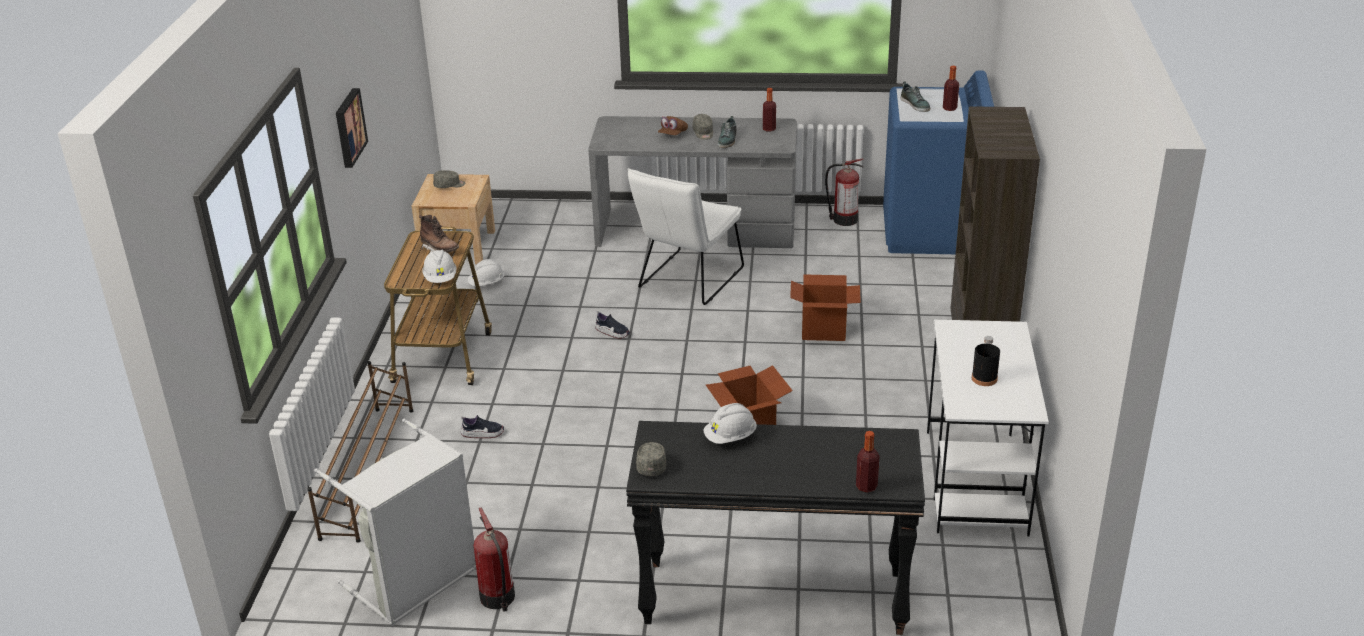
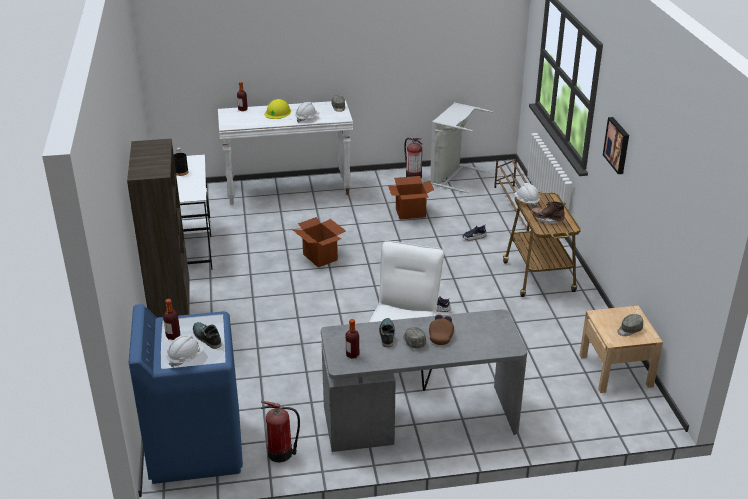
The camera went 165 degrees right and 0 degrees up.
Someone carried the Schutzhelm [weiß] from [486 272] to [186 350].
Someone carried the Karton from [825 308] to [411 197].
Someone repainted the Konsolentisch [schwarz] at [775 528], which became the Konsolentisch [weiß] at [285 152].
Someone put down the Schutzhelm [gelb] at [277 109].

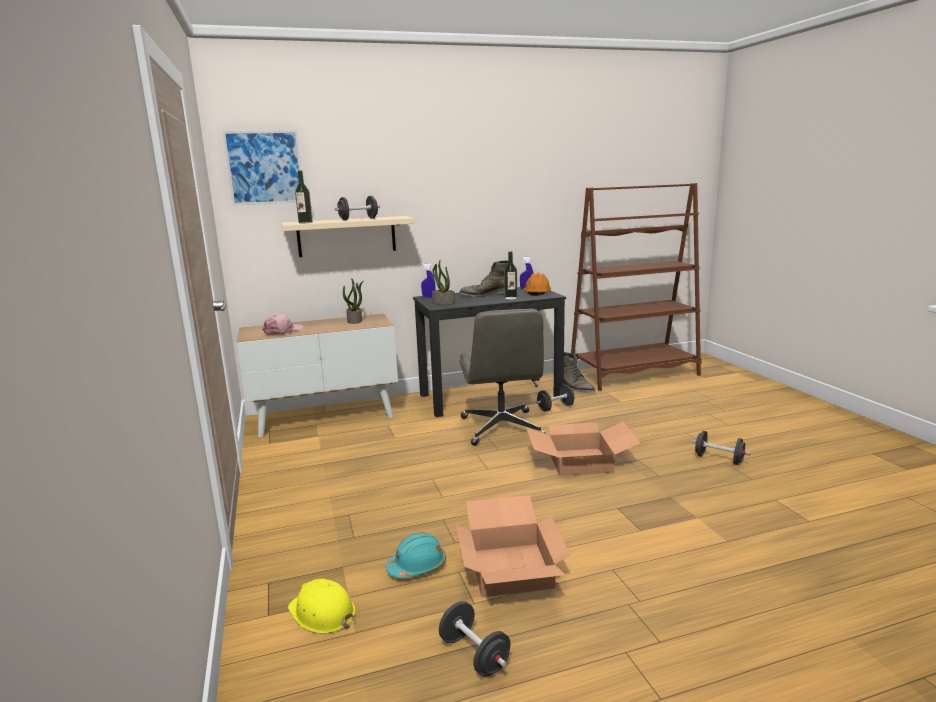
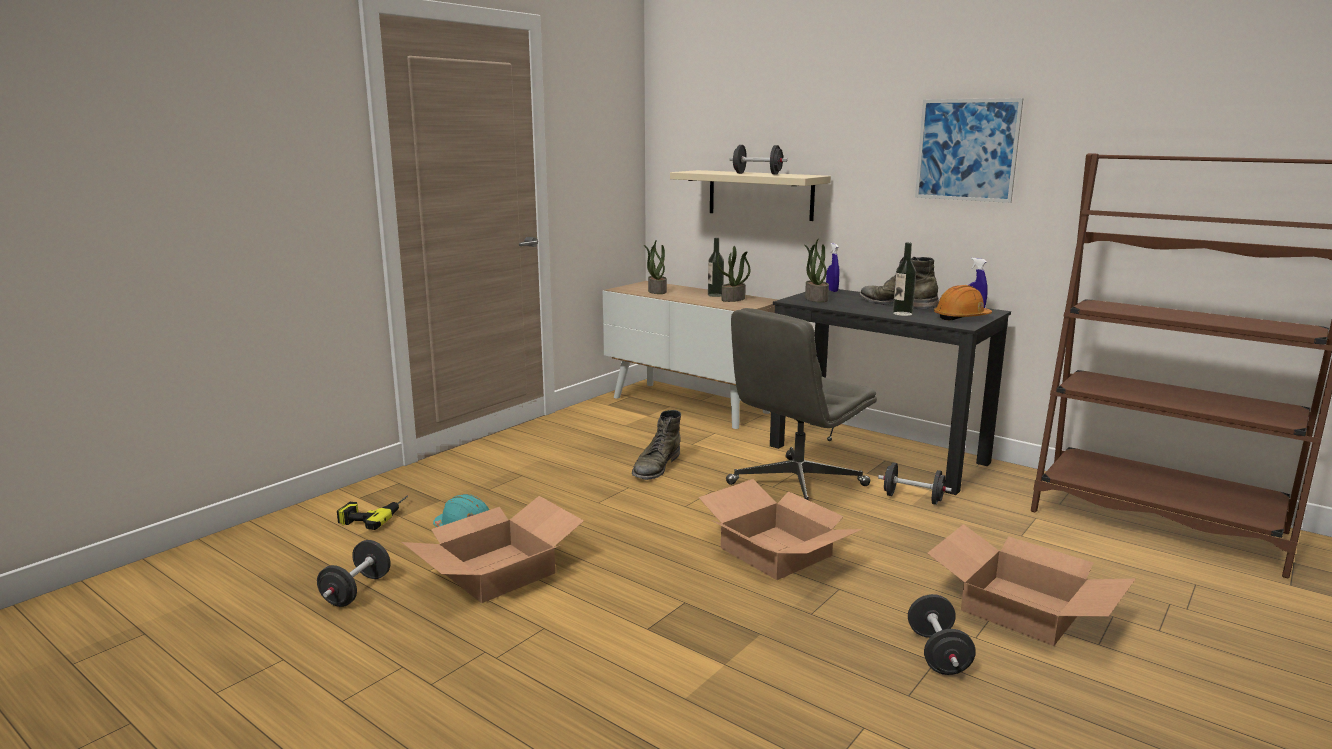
The camera went 55 degrees right and 0 degrees up.
Someone carried the Bild from [262 168] to [969 150].
Someone carried the Flasche from [304 197] to [716 267].
Someone swapped the Kappe [rosa] at [283 324] for the Topfpflanze at [655 267].
Someone carried the Stiefel [grün] from [579 372] to [656 445].
Someone swapped the Schutzhelm [gelb] at [321 606] for the Bohrmaschine at [372 512].
Someone put down the Karton at [1031 585].

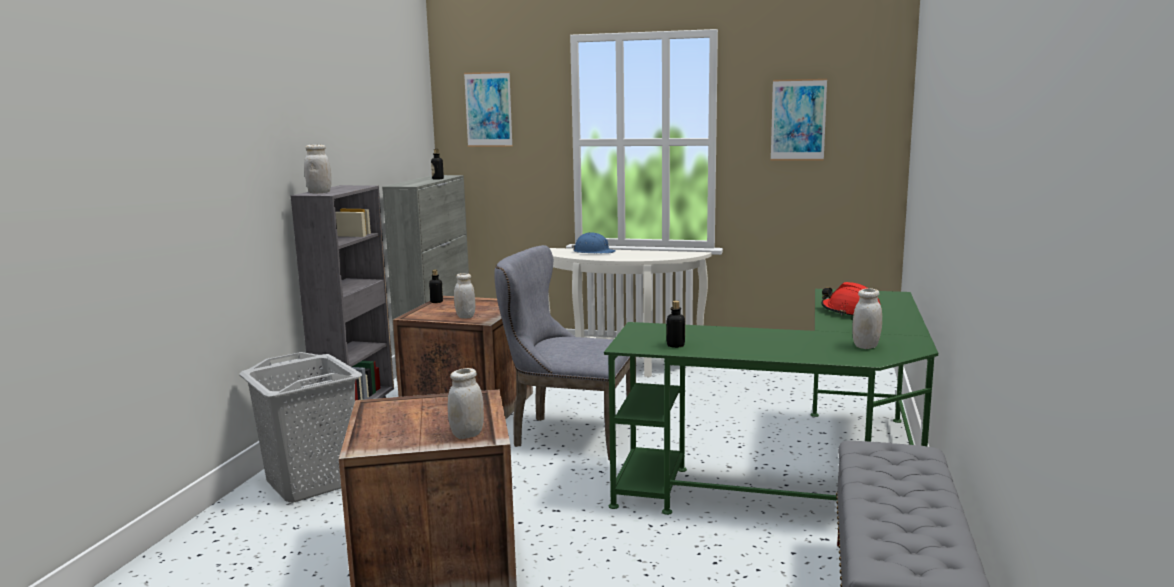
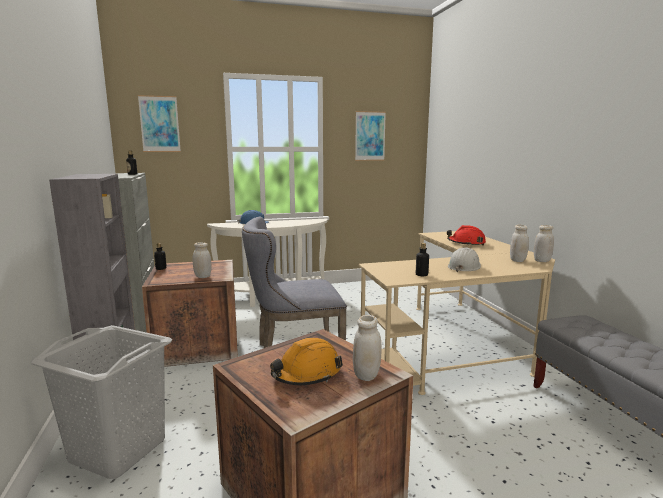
The camera went 30 degrees left and 0 degrees up.
Someone carried the Vorratsglas [weiß] from [318 169] to [544 243].
Someone repainted the Schreibtisch [grün] at [771 402], which became the Schreibtisch [beige] at [457 313].
Someone put down the Schutzhelm [weiß] at [464 259].
Someone put down the Schutzhelm [orange] at [306 361].

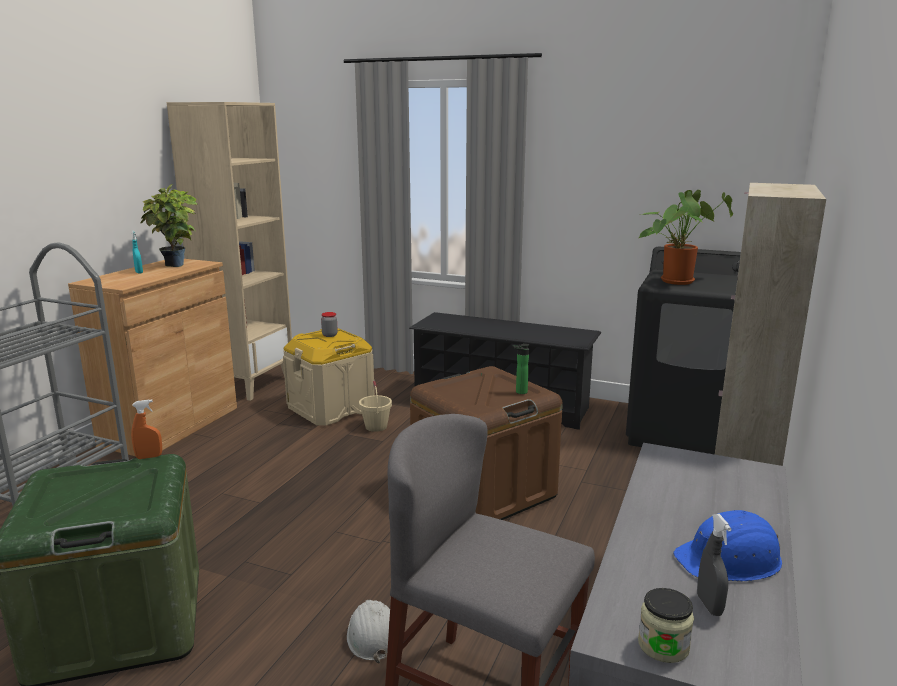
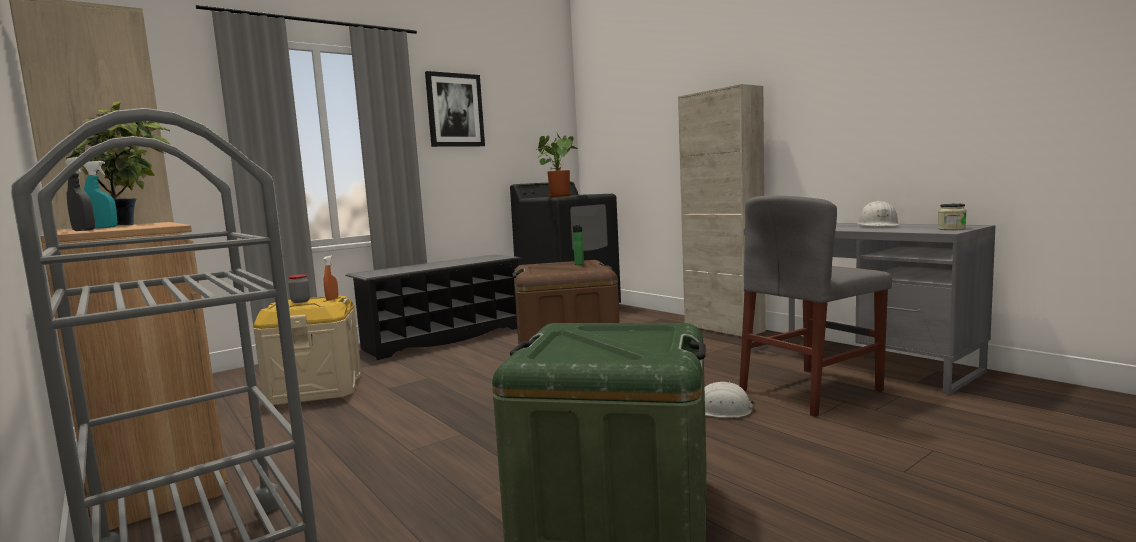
The camera went 60 degrees left and 10 degrees down.
Someone took away the Eimer [beige] at [375 406].
Someone carried the Sprühflasche [orange] from [146 429] to [331 278].
Someone repainted the Schutzhelm [blau] at [727 546], which became the Schutzhelm [weiß] at [878 213].
Someone carried the Sprühflasche [grau] from [714 565] to [80 194].
Someone put up the Bild at [455 109].

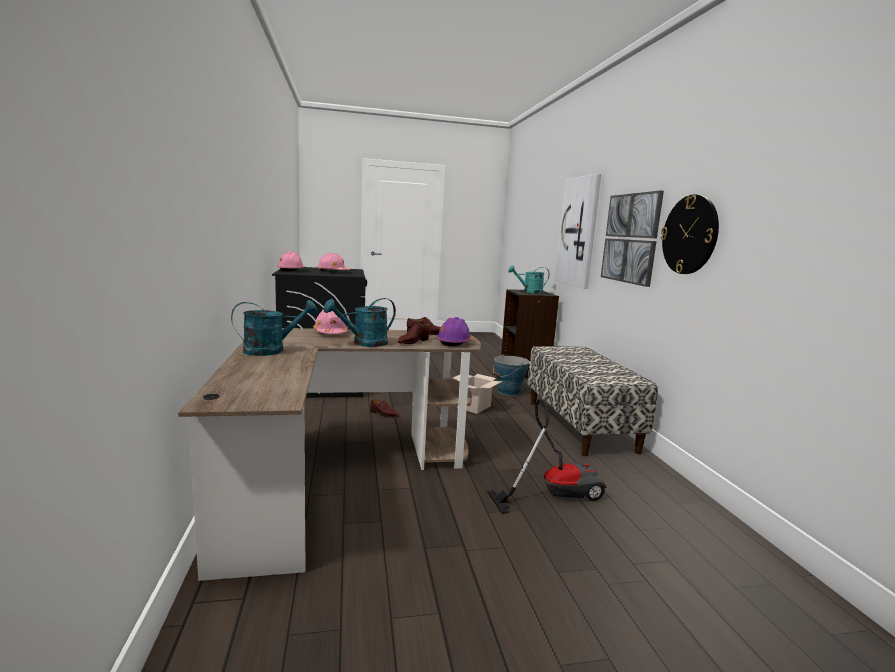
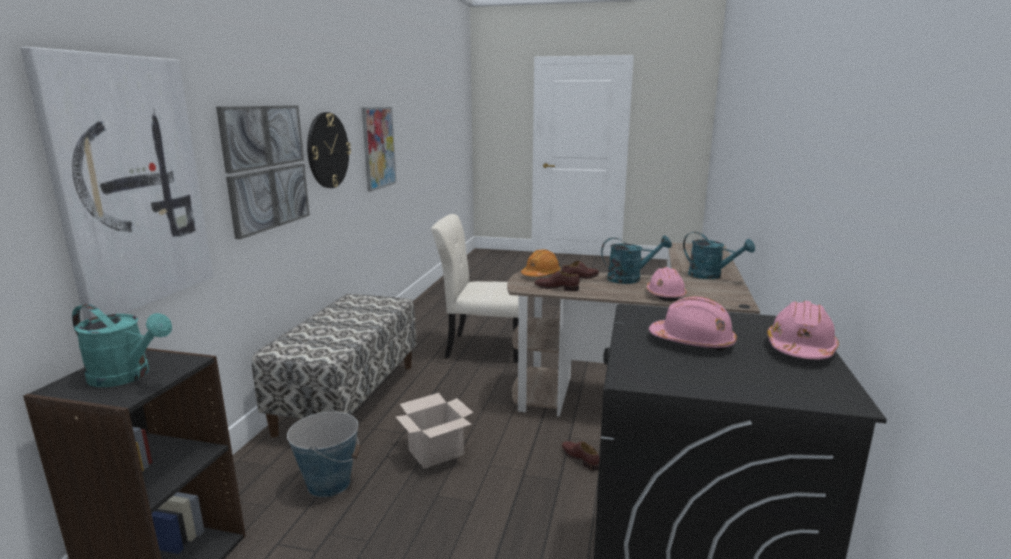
The camera went 155 degrees left and 5 degrees up.
Someone rotated the Gießkanne [türkis] at [274 328] by 135 degrees counterclockwise.
Someone repainted the Schutzhelm [lila] at [454 332], which became the Schutzhelm [orange] at [541 263].
Someone swapped the Staubsauger at [547 456] for the Stuhl [beige] at [475 288].
Someone put up the Bild at [379 149].

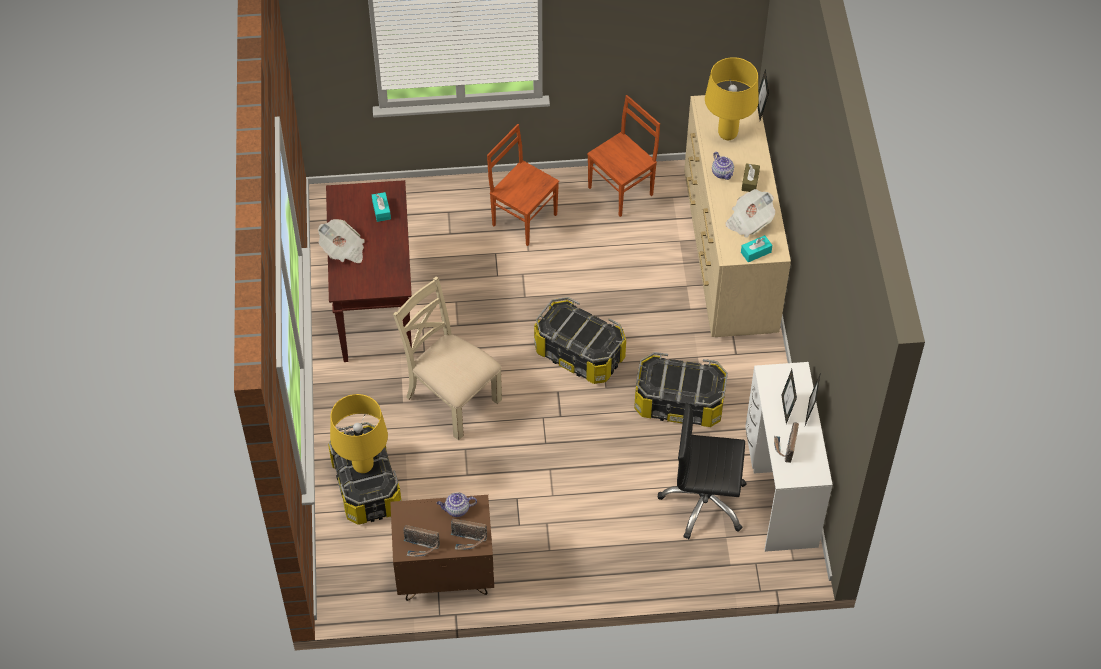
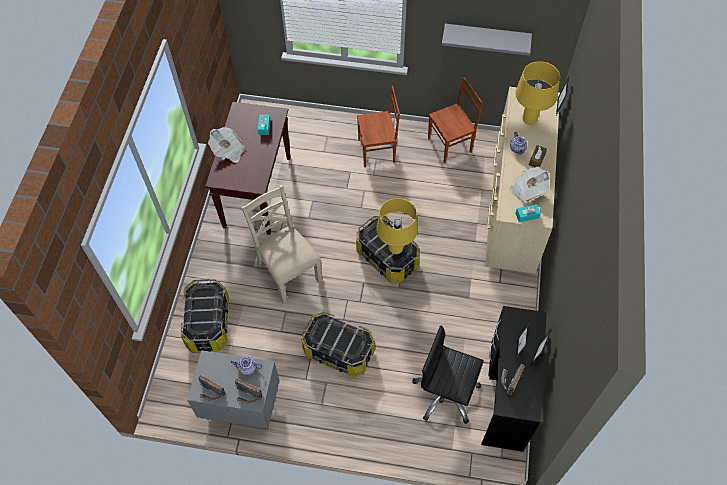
The camera went 15 degrees right and 5 degrees up.
Someone rotated the Stuhl [braun] at [523 185] by 120 degrees clockwise.
Someone carried the Aufbewahrungsbox from [681 389] to [338 344].
Someone repainted the Schreibtisch [weiß] at [789 457], which became the Schreibtisch [schwarz] at [514 379].
Someone carried the Tischlampe [gelb] from [359 433] to [397 226].
Someone repainted the Nachttisch [braun] at [442 548], which became the Nachttisch [grau] at [233 389].
Someone put up the Wandregal [grau] at [487 40].

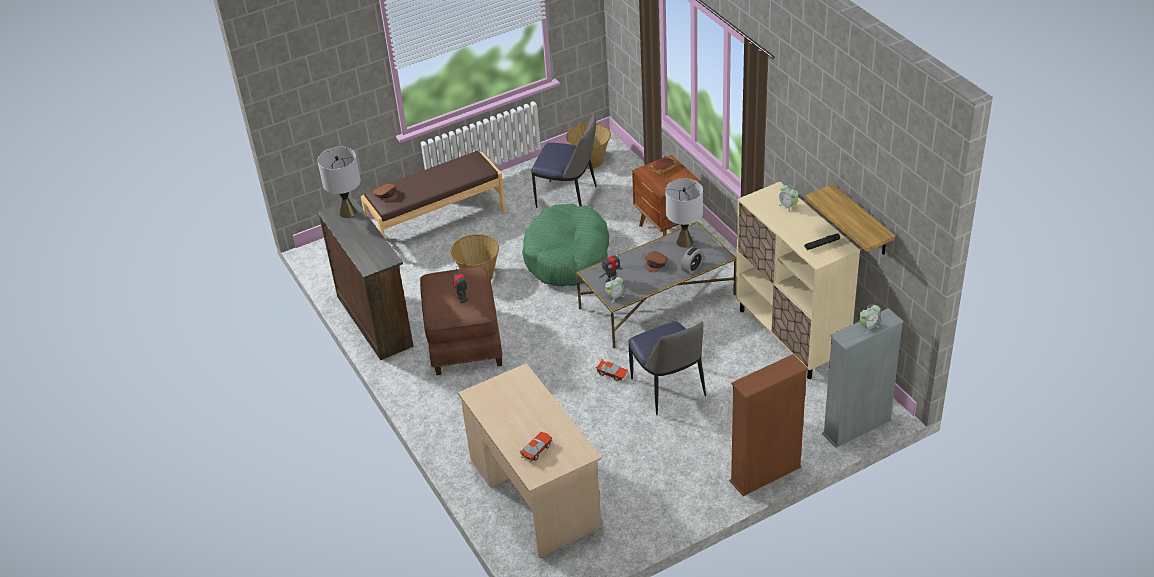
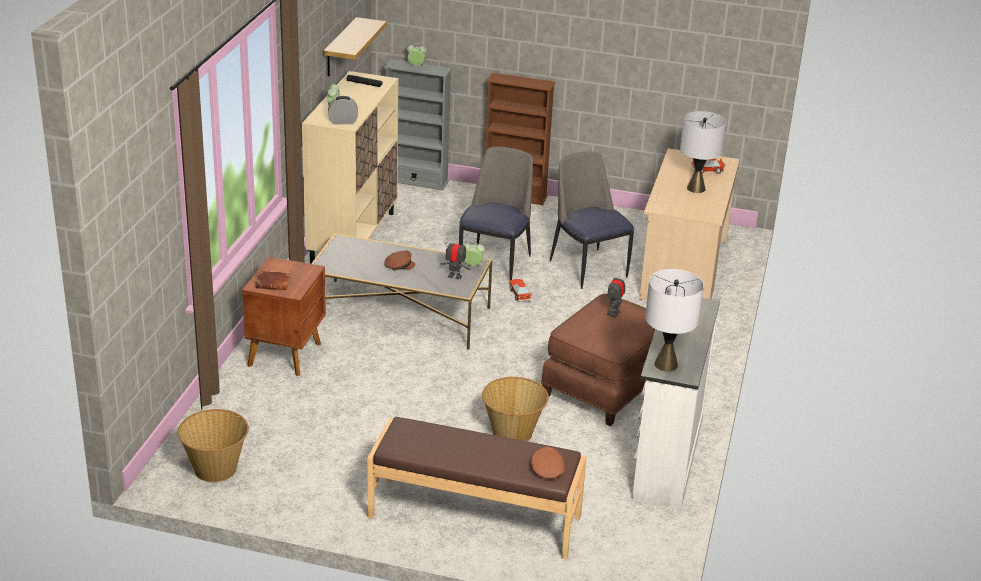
The camera went 140 degrees left and 10 degrees down.
Someone carried the Stuhl from [564 162] to [592 220].
Someone carried the Tischlampe [grau] from [684 213] to [703 152].
Someone repainted the Kommode [braun] at [365 279], which became the Kommode [weiß] at [676 404].
Someone took away the Hundebett [grün] at [565 245].
Someone carried the Wecker from [692 260] to [343 110].

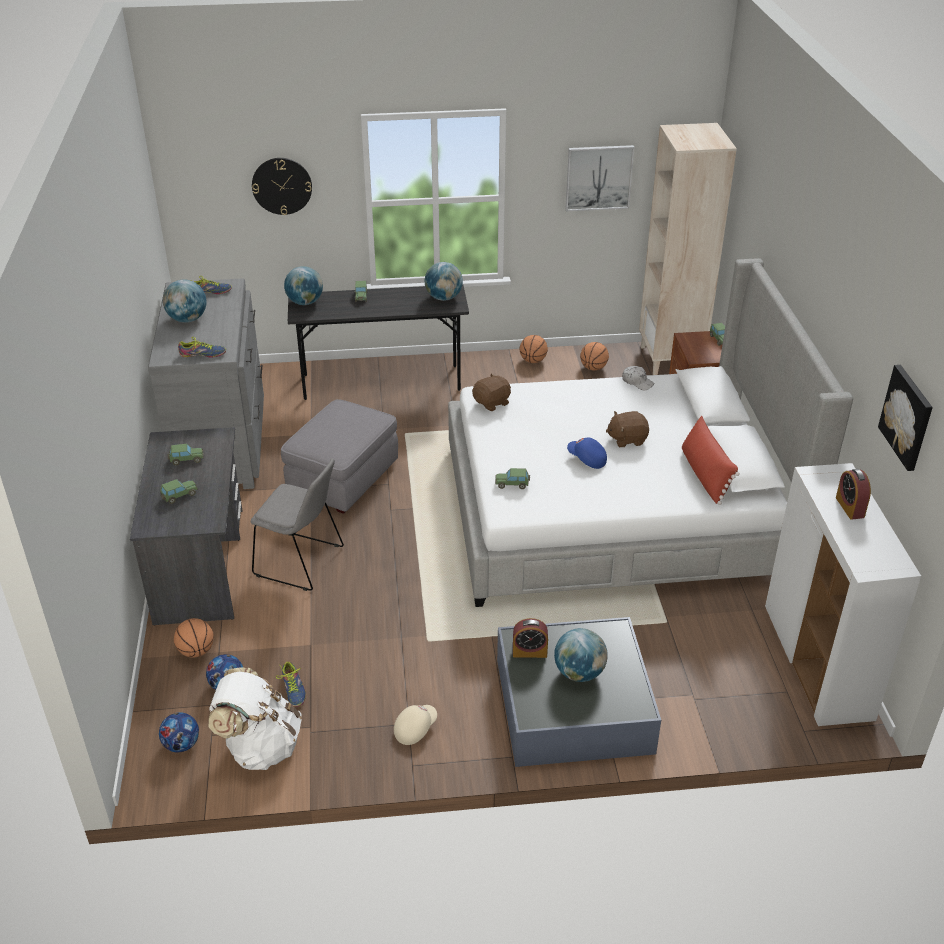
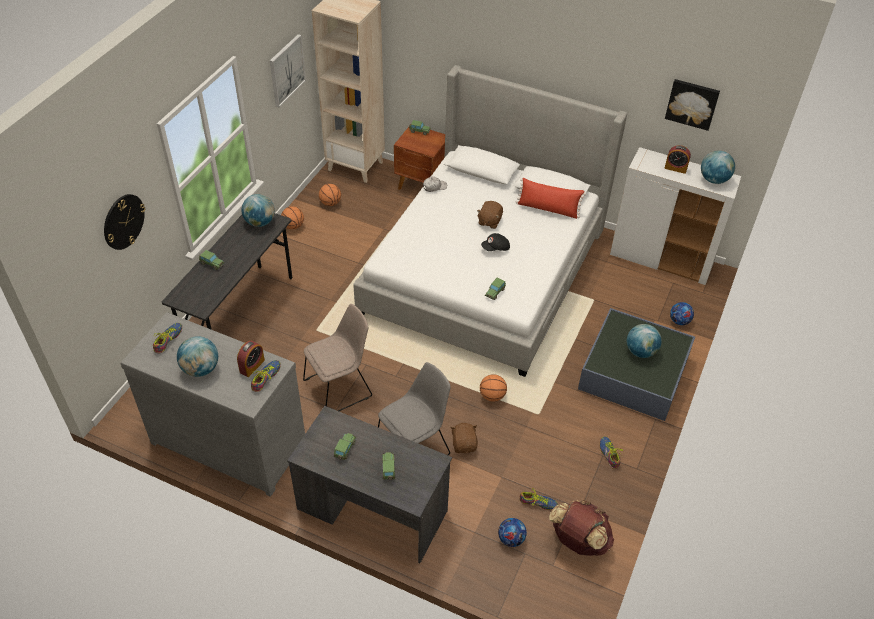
The camera went 60 degrees left and 10 degrees up.
Someone carried the Globus from [303 285] to [718 167].
Someone carried the Plüschtier [braun] from [491 392] to [464 438].
Someone swapped the Polsterhocker [grau] at [339 456] for the Stuhl [beige] at [337 357].
Someone repainted the Kappe [blau] at [587 453], which became the Kappe [schwarz] at [495 242].
Someone carried the Basketball from [194 638] to [493 388].
Someone carried the Wecker from [530 638] to [251 359].
Someone repainted the Rucksack [weiß] at [255 718], which became the Rucksack [braun] at [581 528].
Someone swapped the Kappe [beige] at [415 725] for the Schuh at [611 452].
Someone carried the Fußball from [179 732] to [682 313].

